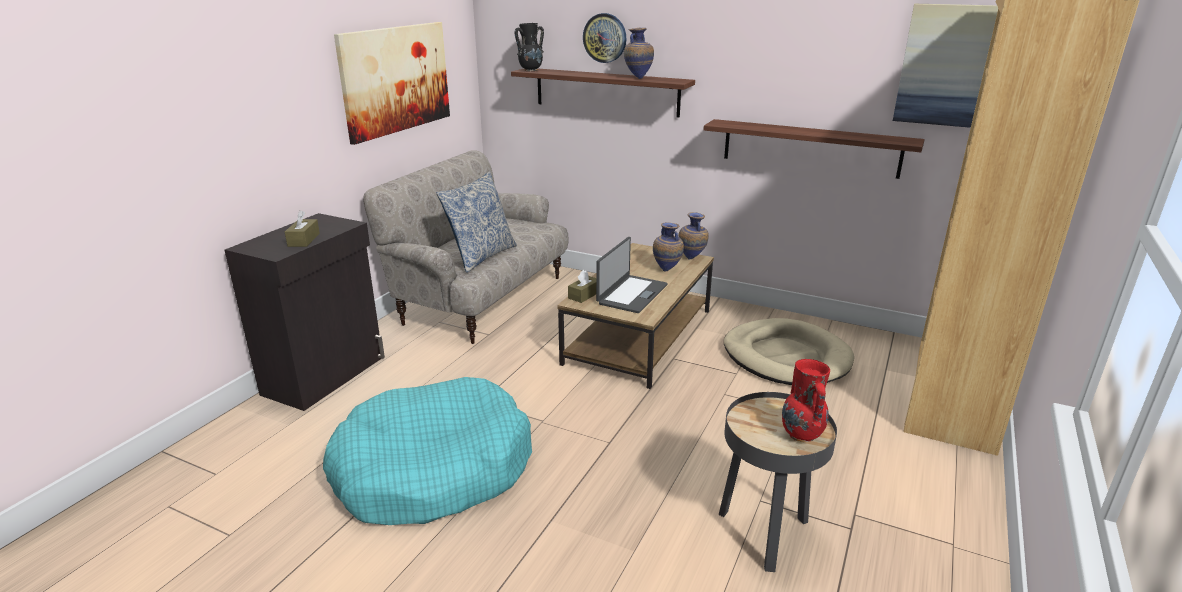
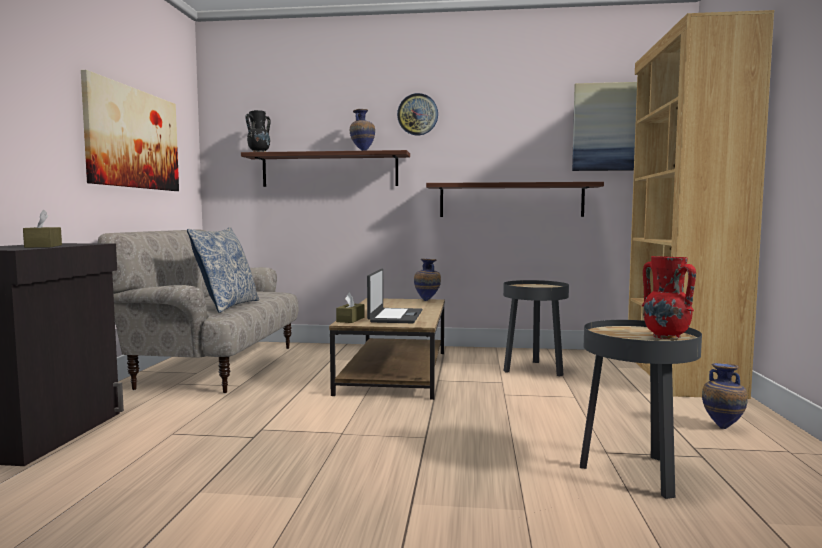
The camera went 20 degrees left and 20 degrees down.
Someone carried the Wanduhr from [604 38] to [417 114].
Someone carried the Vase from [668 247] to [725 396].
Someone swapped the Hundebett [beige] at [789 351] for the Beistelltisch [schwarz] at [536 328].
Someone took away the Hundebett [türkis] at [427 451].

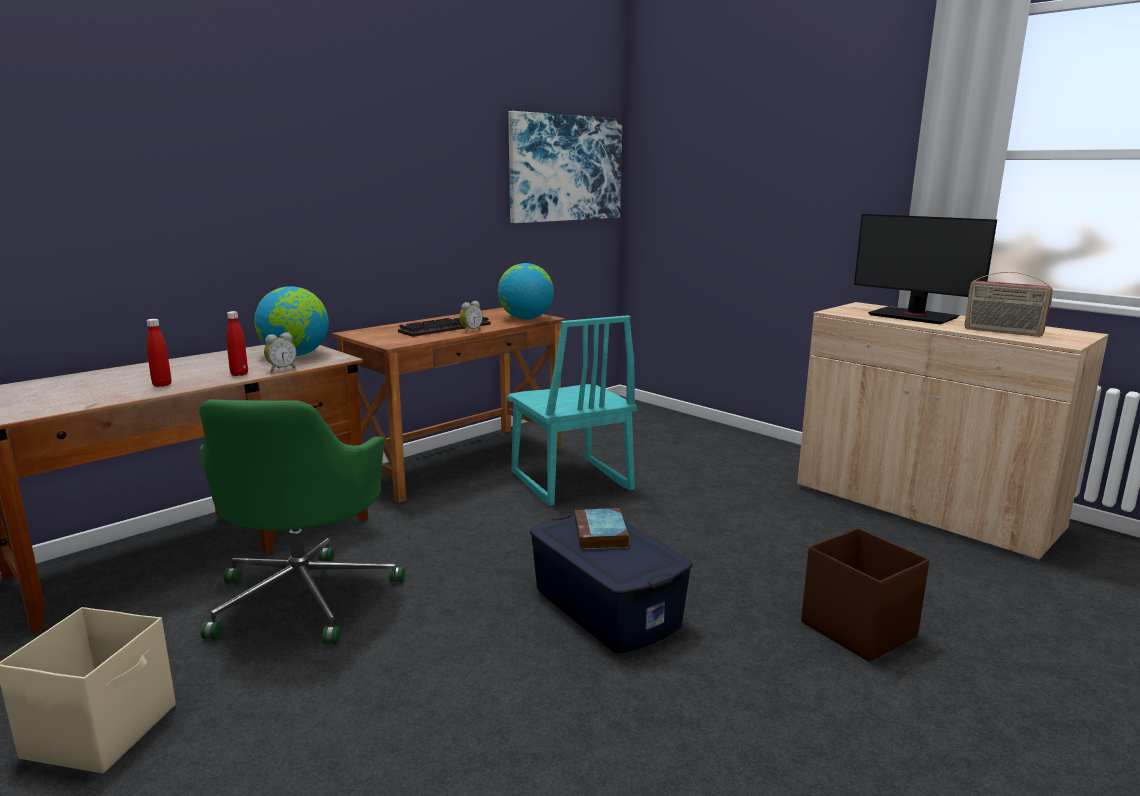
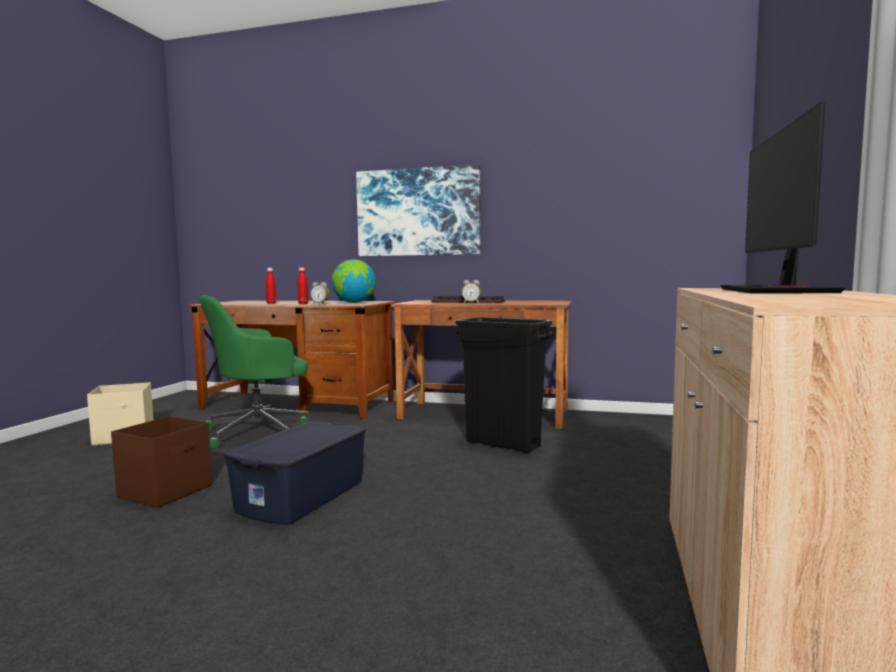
The camera went 60 degrees right and 10 degrees down.
Someone carried the Bild from [565 167] to [418 210].
Someone took away the Globus at [526 291].
Someone took away the Radio at [1008 304].
Someone swapped the Stuhl [türkis] at [572 410] for the Mülleimer [schwarz] at [504 385].
Someone took away the Buch at [601 528].
Someone carried the Aufbewahrungsbox [braun] from [865 595] to [161 462].

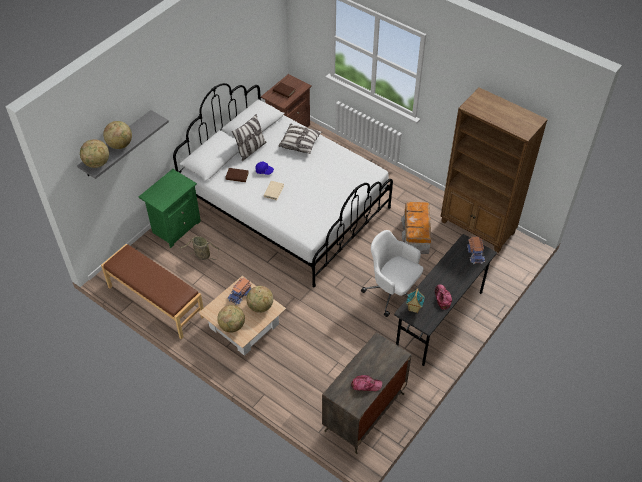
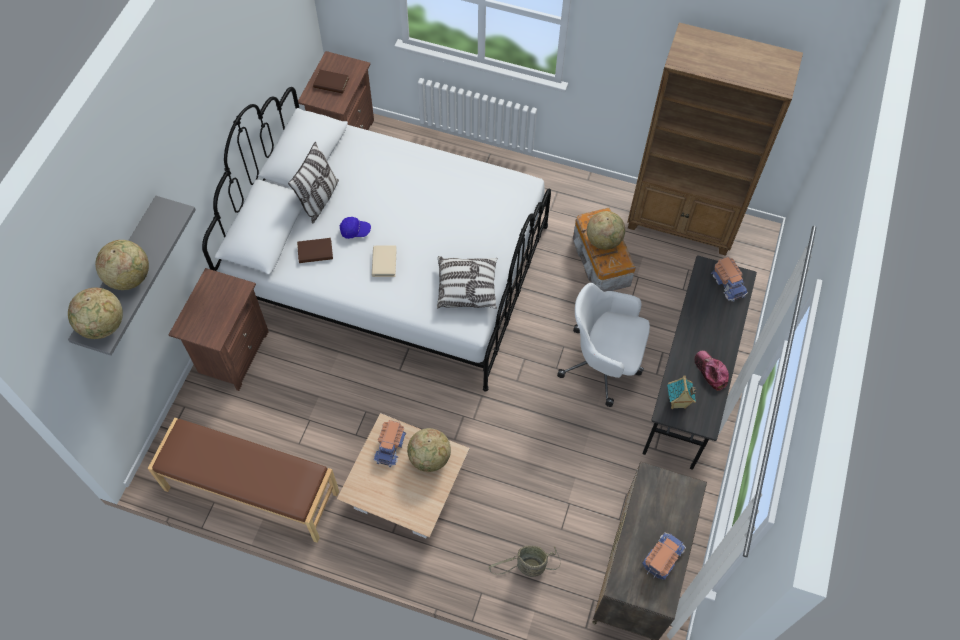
The camera went 20 degrees left and 10 degrees up.
Someone carried the Kissen from [300 139] to [467 282].
Someone repainted the Nachttisch [grün] at [170 208], which became the Nachttisch [braun] at [218 329].
Someone carried the Korb from [199 248] to [524 561].
Someone carried the Globus from [231 319] to [606 230].
Someone swapped the Kappe at [366 383] for the Spielzeuglaster at [664 556].

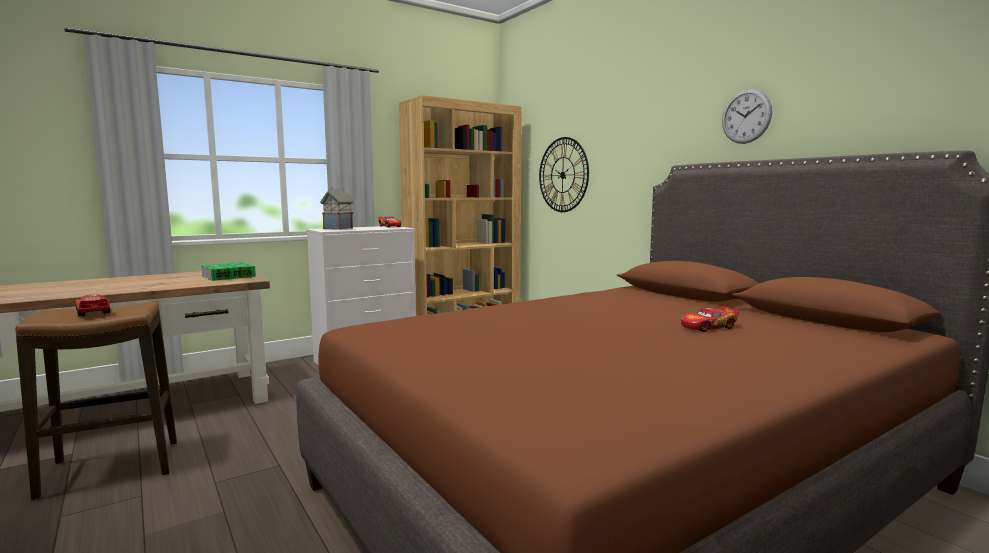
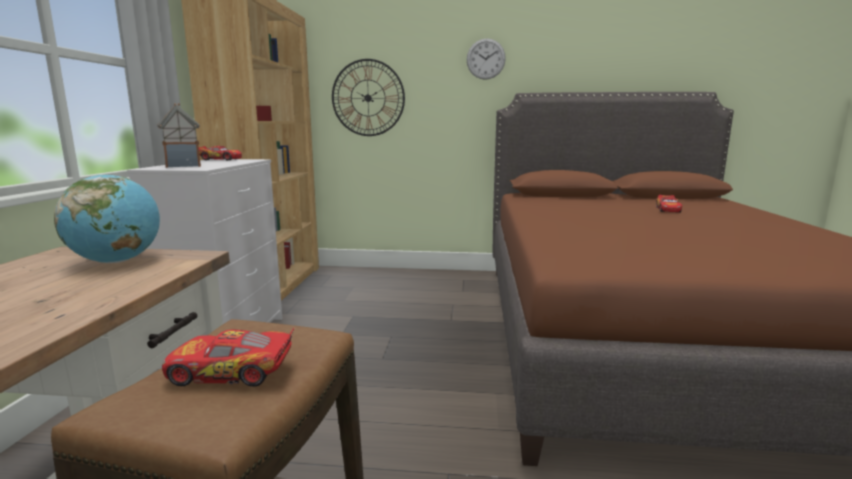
The camera went 50 degrees left and 5 degrees up.
Someone carried the Wanduhr from [747 116] to [486 59].
Someone swapped the Buch at [228 271] for the Globus at [107 218].

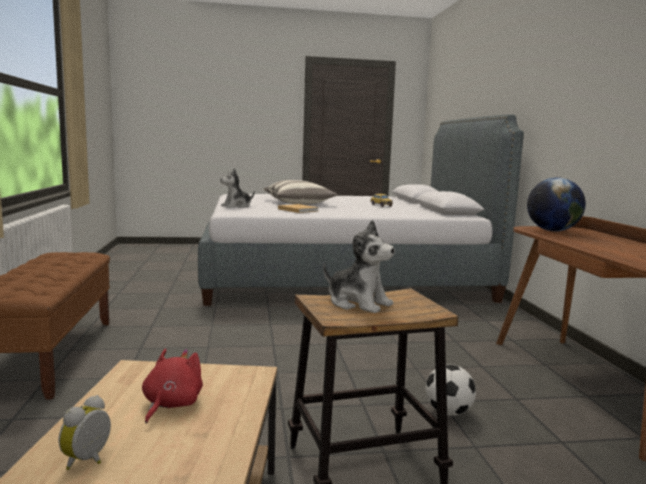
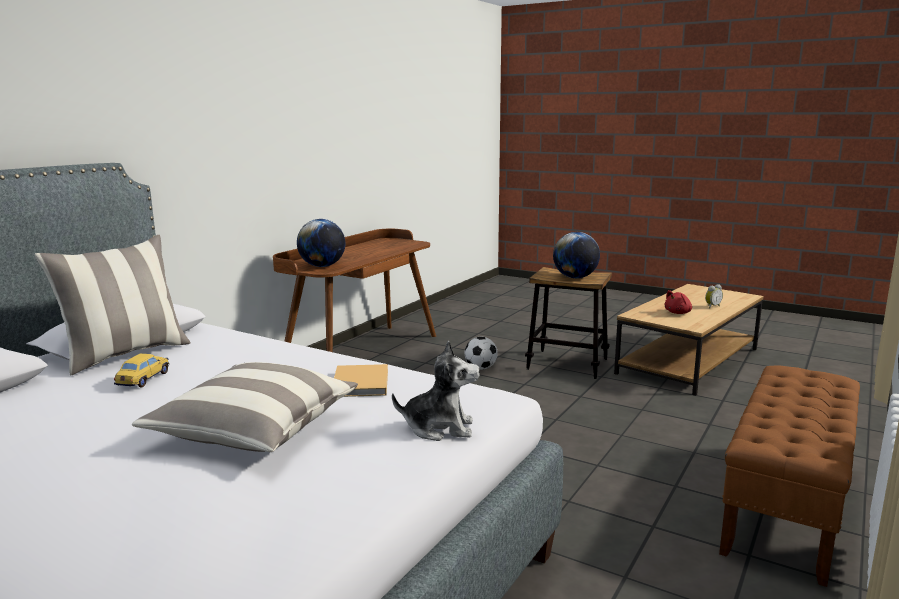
The camera went 140 degrees left and 5 degrees up.
Someone swapped the Plüschtier at [359 266] for the Globus at [576 255].
Someone put down the Kissen at [113 305].

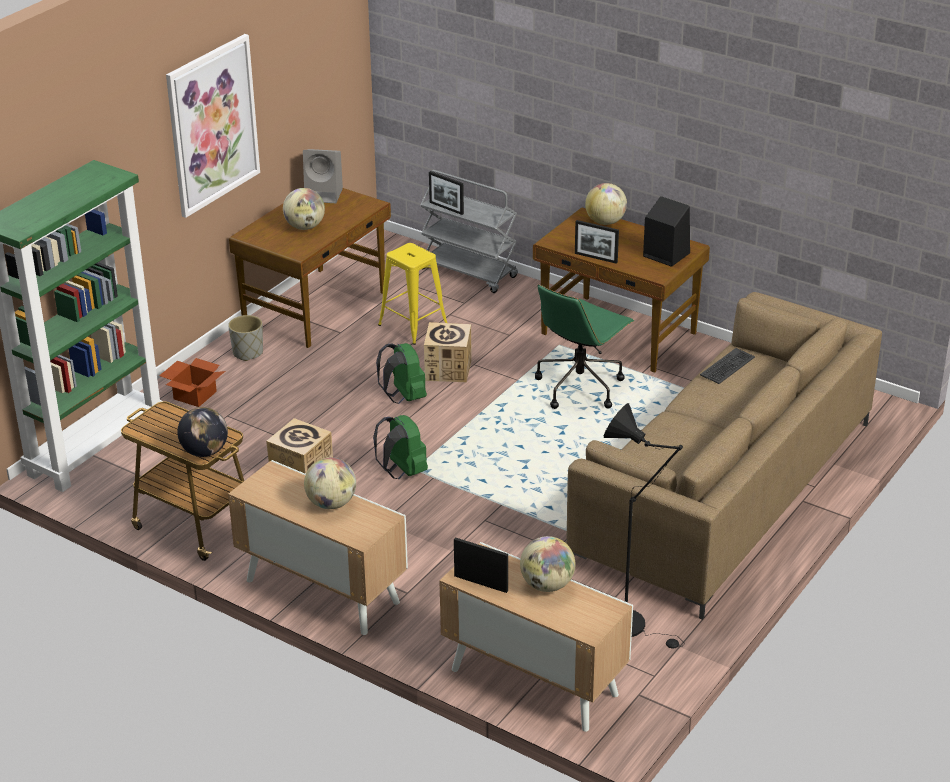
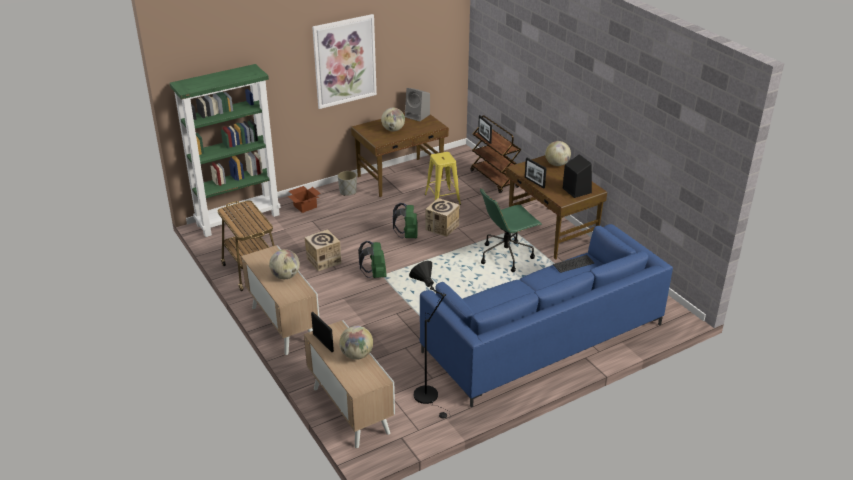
The camera went 25 degrees right and 0 degrees up.
Someone repainted the Rollwagen [grau] at [469 231], which became the Rollwagen [braun] at [495 154].
Someone repainted the Sofa [braun] at [724 456], which became the Sofa [blau] at [546 315].
Someone took away the Globus at [202 432].

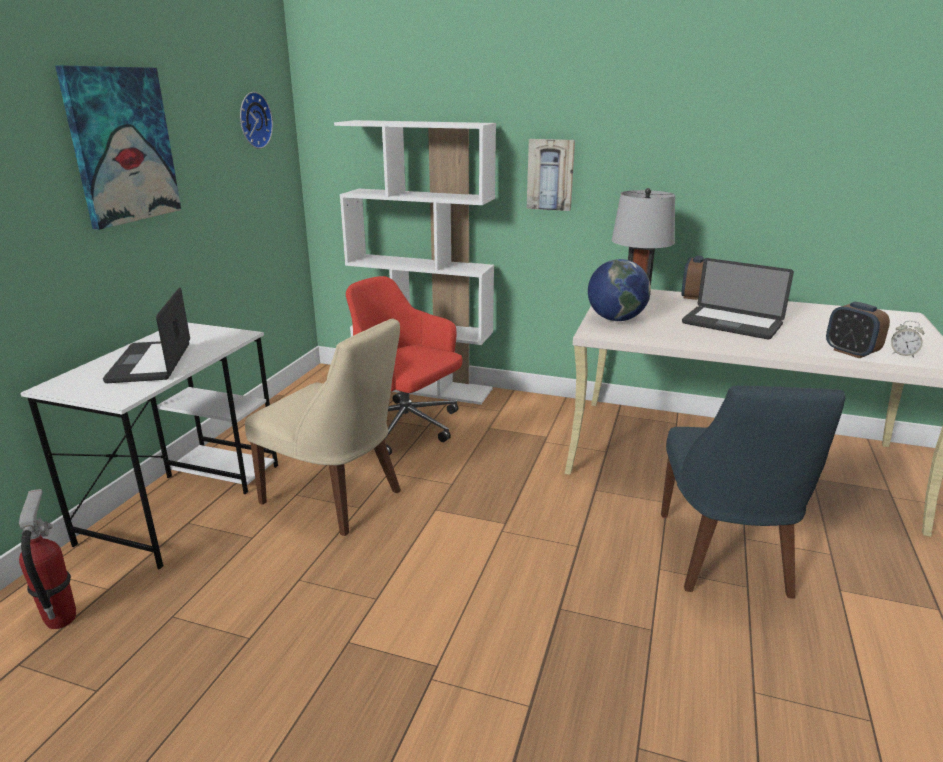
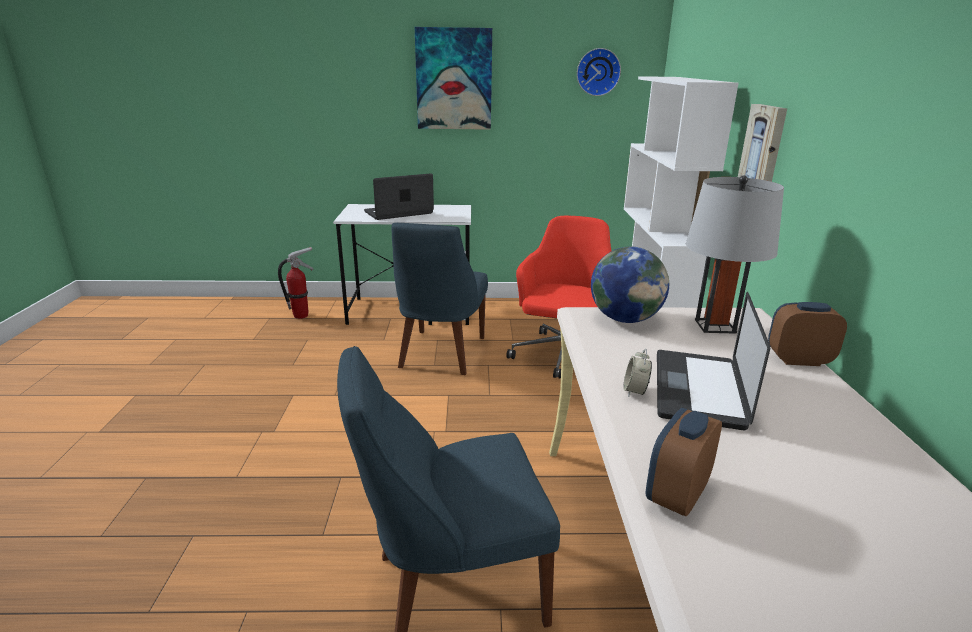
The camera went 70 degrees right and 0 degrees up.
Someone repainted the Stuhl [beige] at [323 427], which became the Stuhl [blau] at [440 299].
Someone carried the Wecker from [907 339] to [637 372].

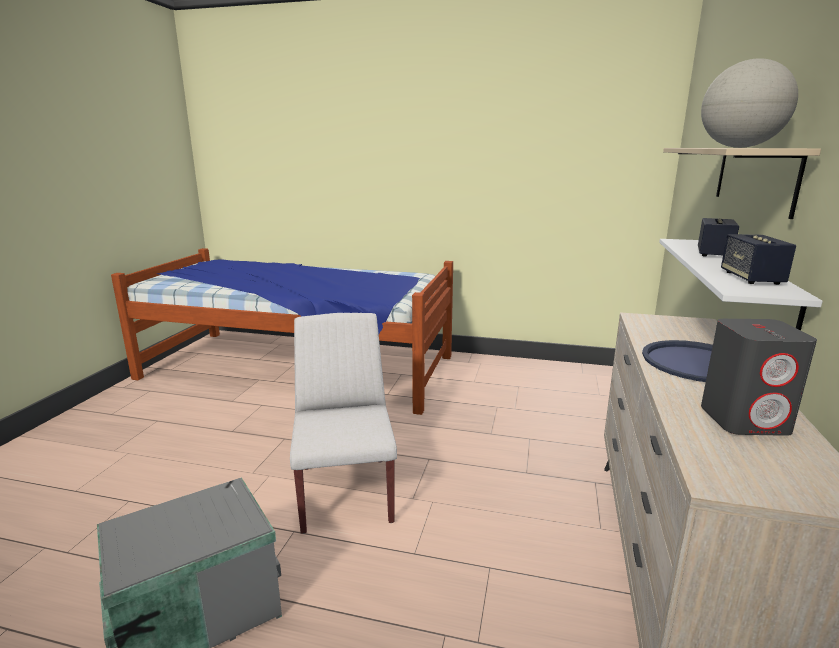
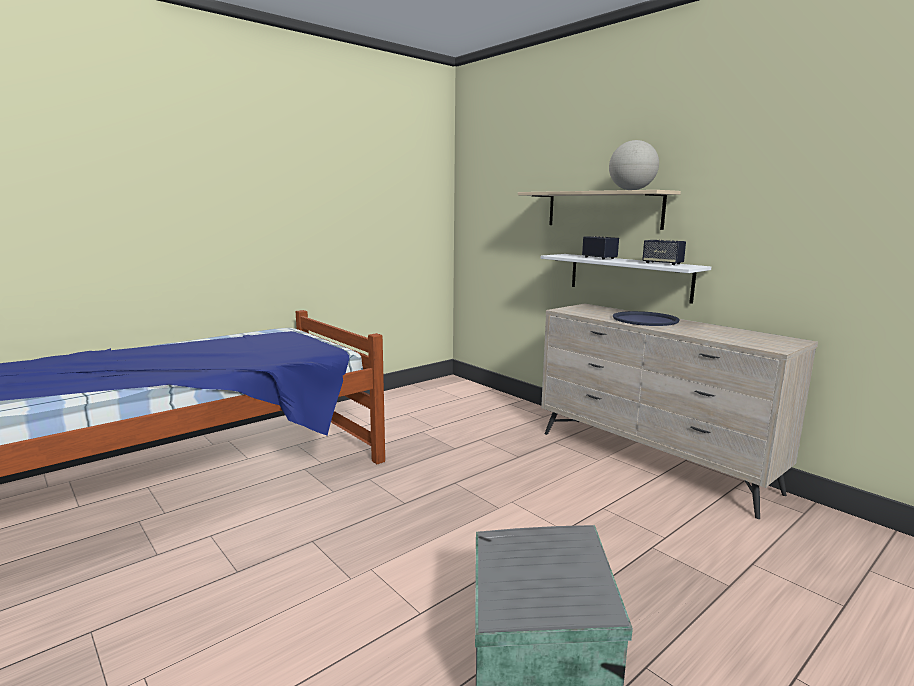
The camera went 55 degrees left and 5 degrees down.
Someone took away the Stuhl [weiß] at [343 423].
Someone took away the Lautsprecher [grau] at [759 377].

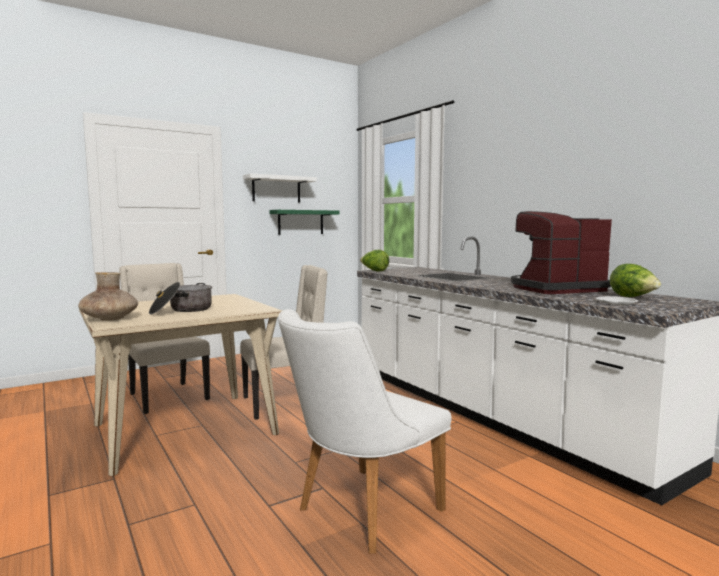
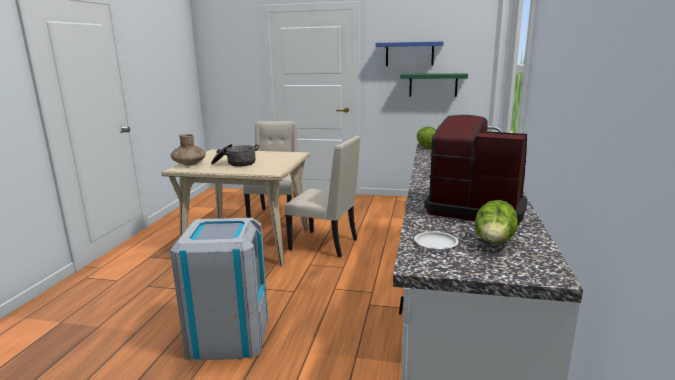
The camera went 45 degrees right and 10 degrees up.
Someone repainted the Wandregal [weiß] at [280 188], which became the Wandregal [blau] at [410 54].
Someone swapped the Stuhl [weiß] at [364 431] for the Mülleimer [grau] at [219 289].

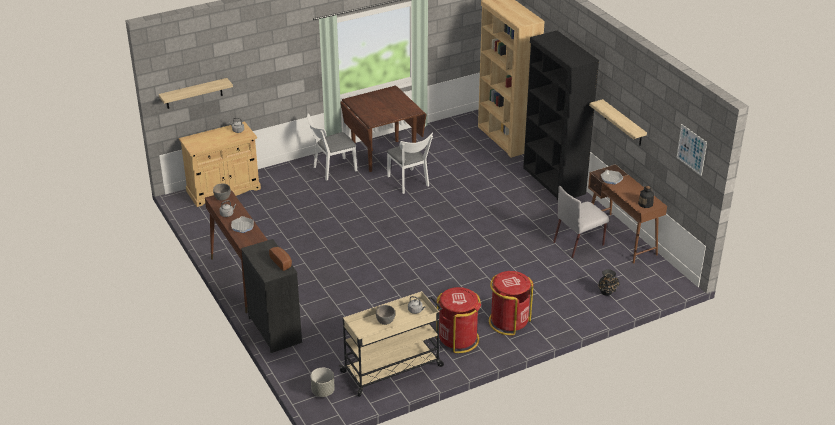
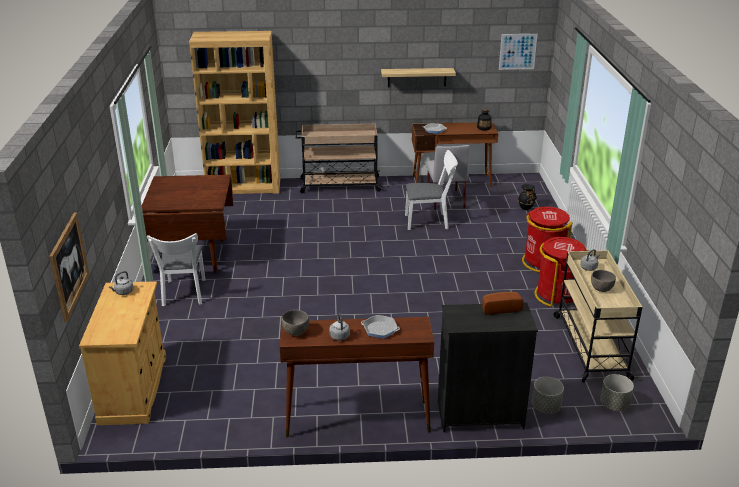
The camera went 65 degrees left and 5 degrees down.
Someone swapped the Bücherregal [schwarz] at [561 115] for the Rollwagen [beige] at [339 158].
Someone swapped the Wandregal at [196 93] for the Bild at [69 267].
Someone carried the Stuhl [weiß] from [410 163] to [431 190].
Someone put down the Pflanzkübel [grau] at [548 395].

